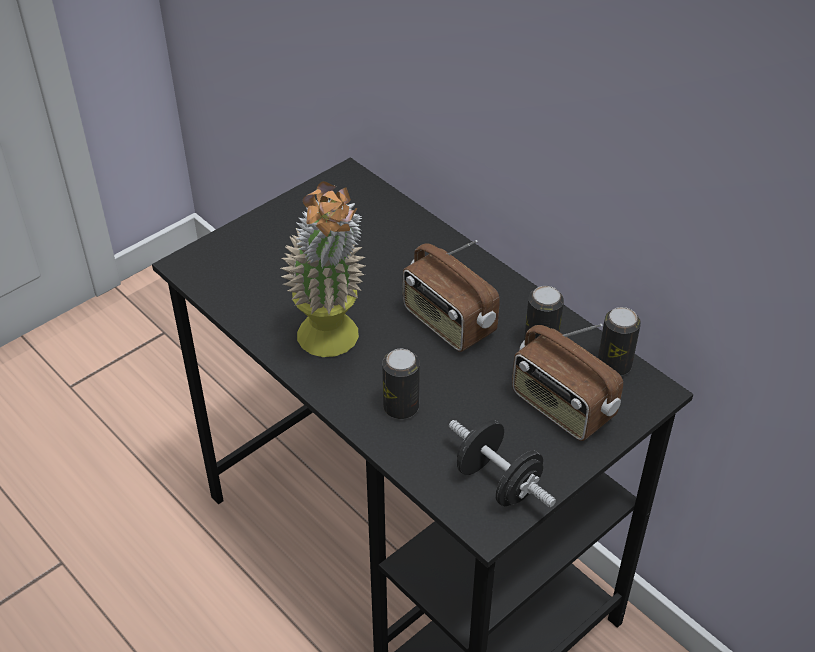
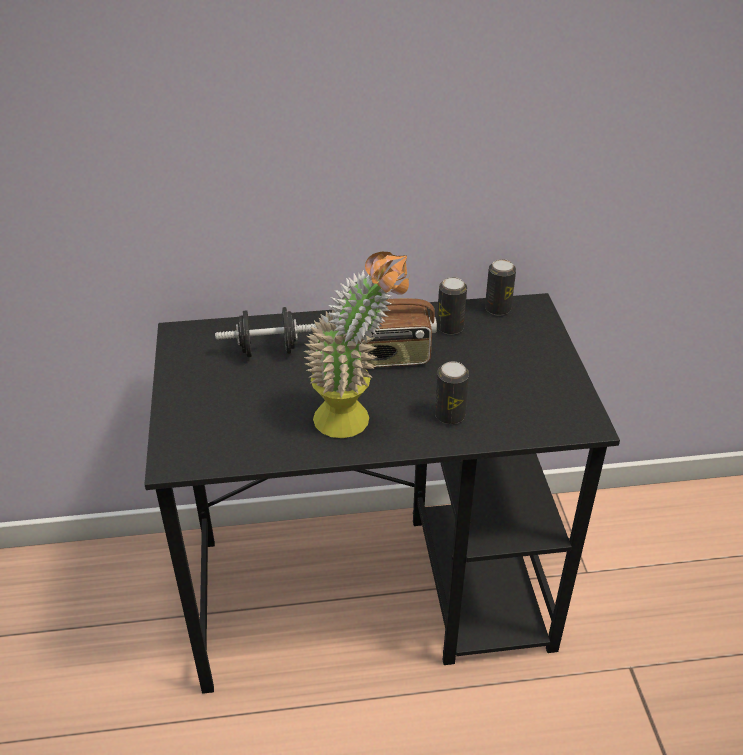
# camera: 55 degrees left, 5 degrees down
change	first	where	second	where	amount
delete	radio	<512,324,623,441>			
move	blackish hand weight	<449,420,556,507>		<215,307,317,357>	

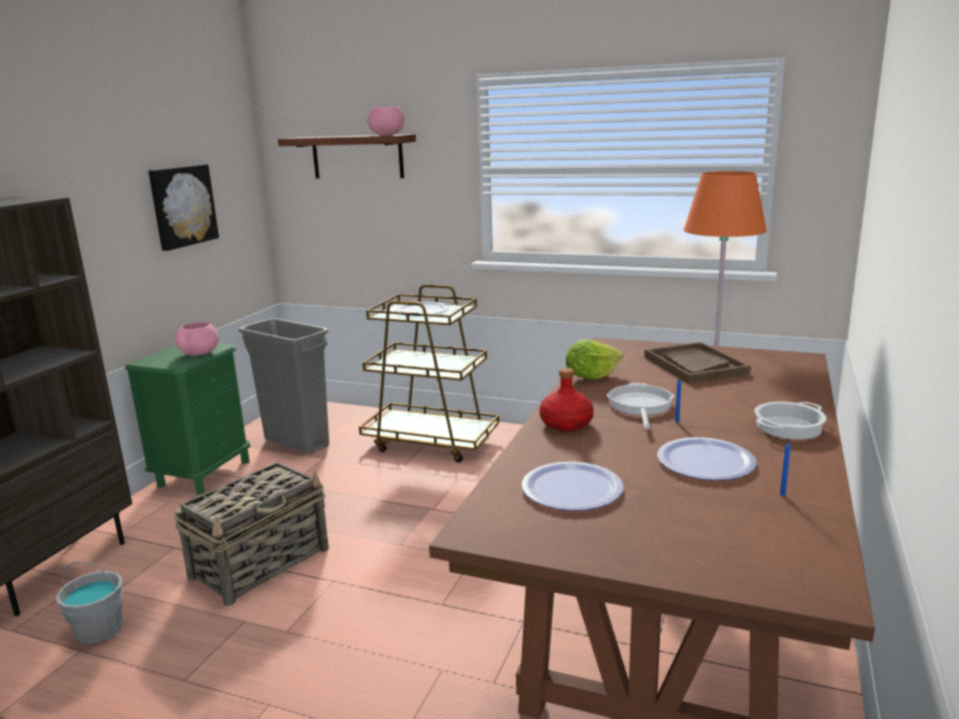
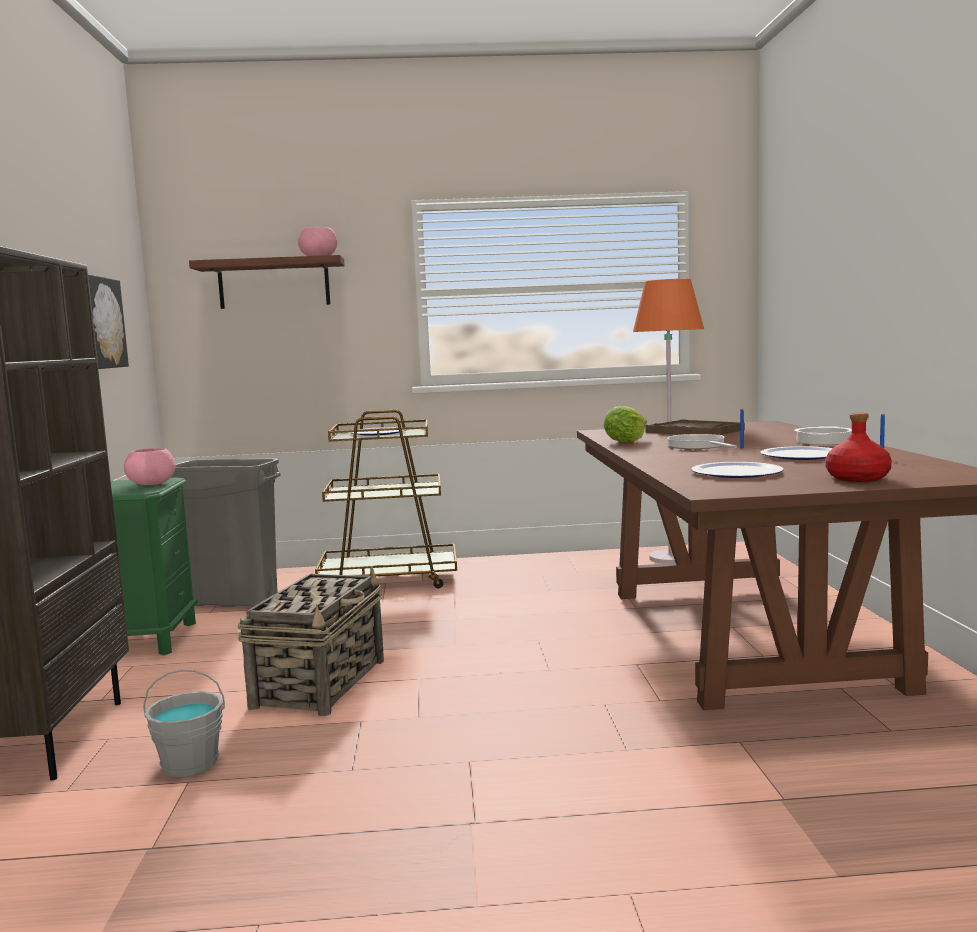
# camera: 25 degrees left, 10 degrees down
change	first	where	second	where	amount
move	red beverage bottle	<540,368,594,431>		<825,413,892,482>	

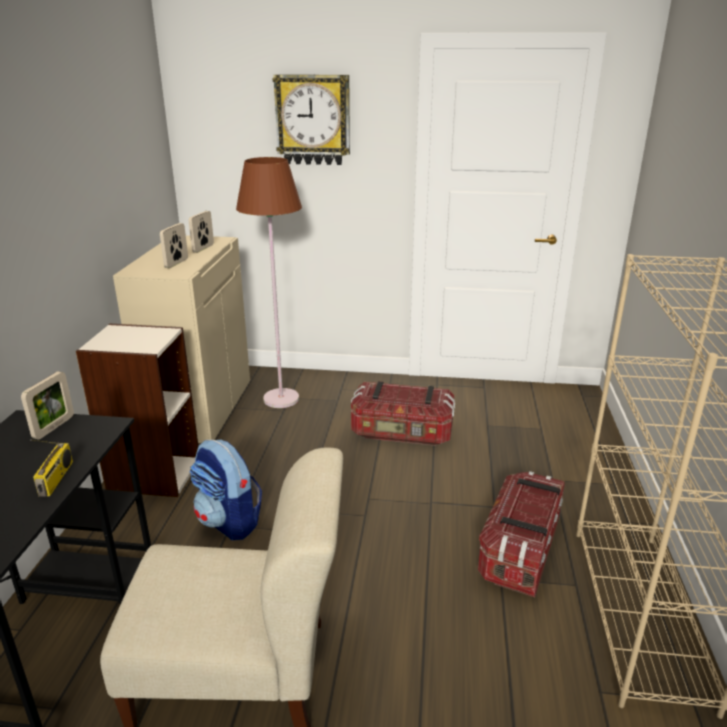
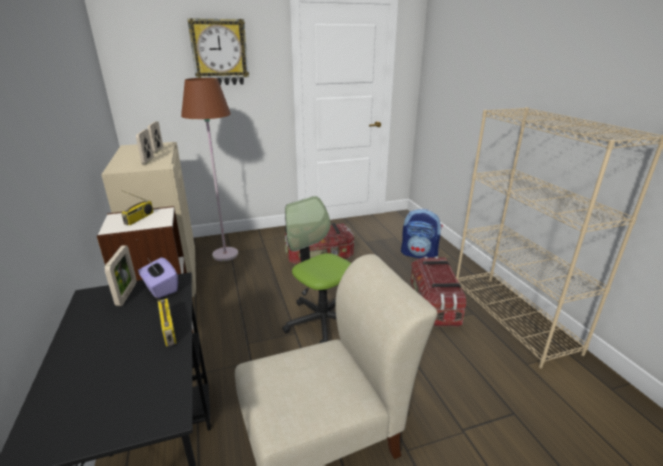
# camera: 25 degrees left, 0 degrees up
change	first	where	second	where	amount
insert			radio	<121,190,154,225>	
insert			purplish box of tissues	<138,257,178,299>	
insert			desk chair	<282,196,351,343>	
move	knapsack	<189,440,262,540>		<401,209,443,258>	

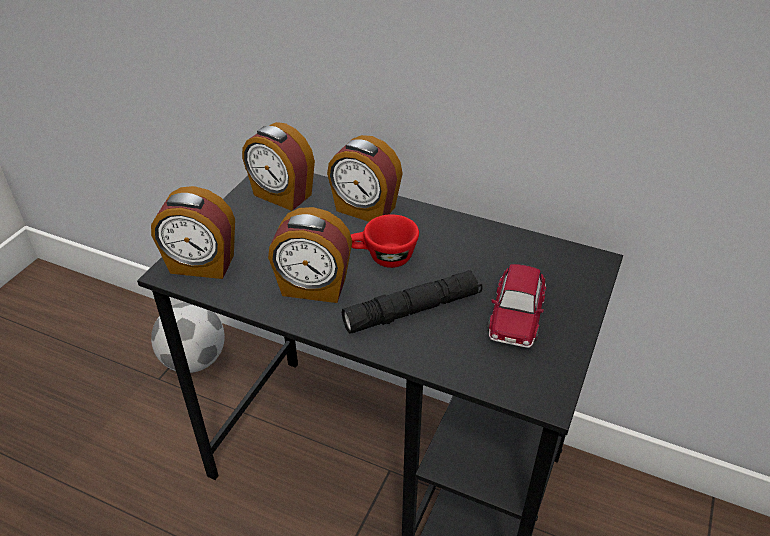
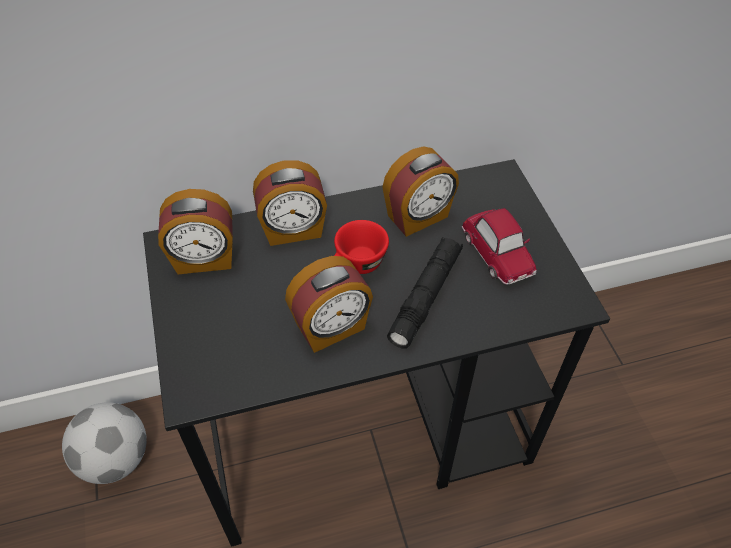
# camera: 40 degrees left, 10 degrees up
change	first	where	second	where	amount
move	table clock	<151,186,235,279>		<382,146,459,237>	

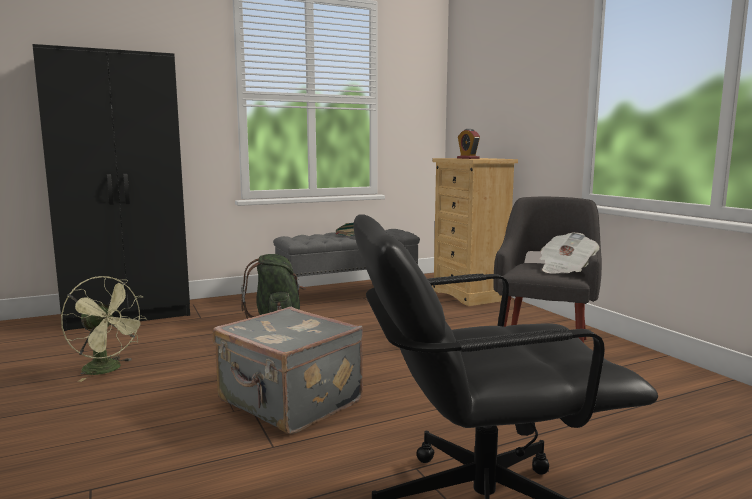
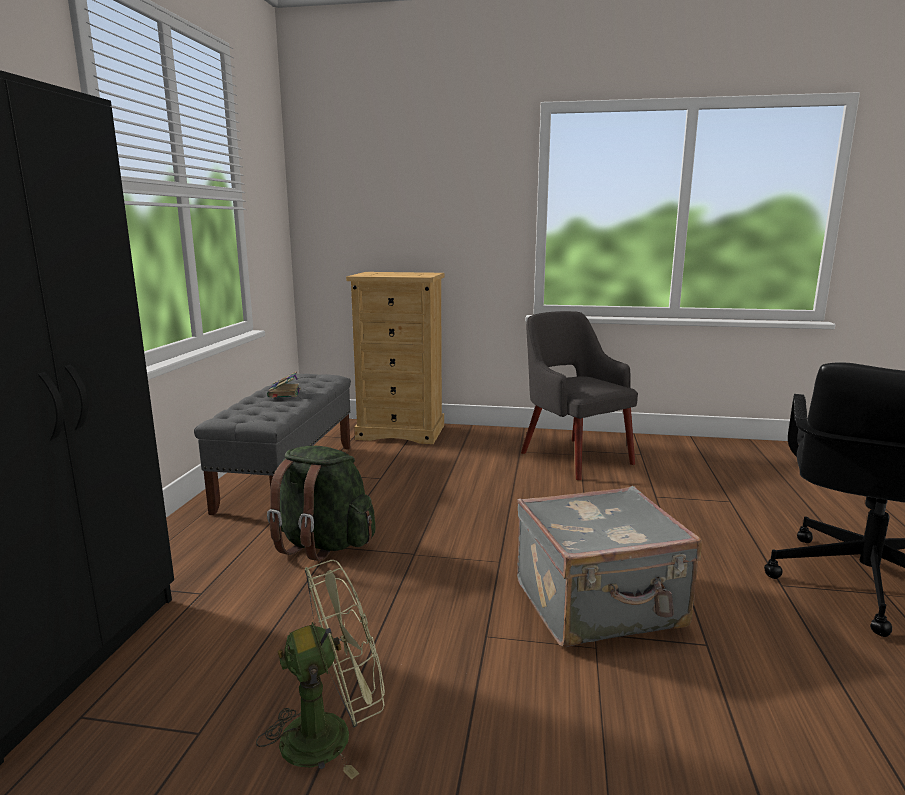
# camera: 55 degrees left, 5 degrees up
change	first	where	second	where	amount
delete	table clock	<457,129,480,159>			
delete	printed paper	<540,232,599,274>			

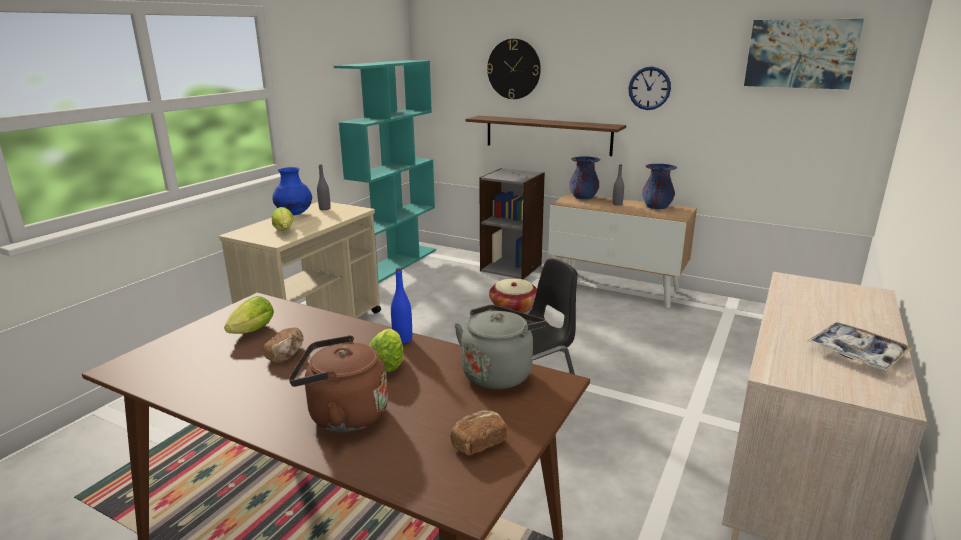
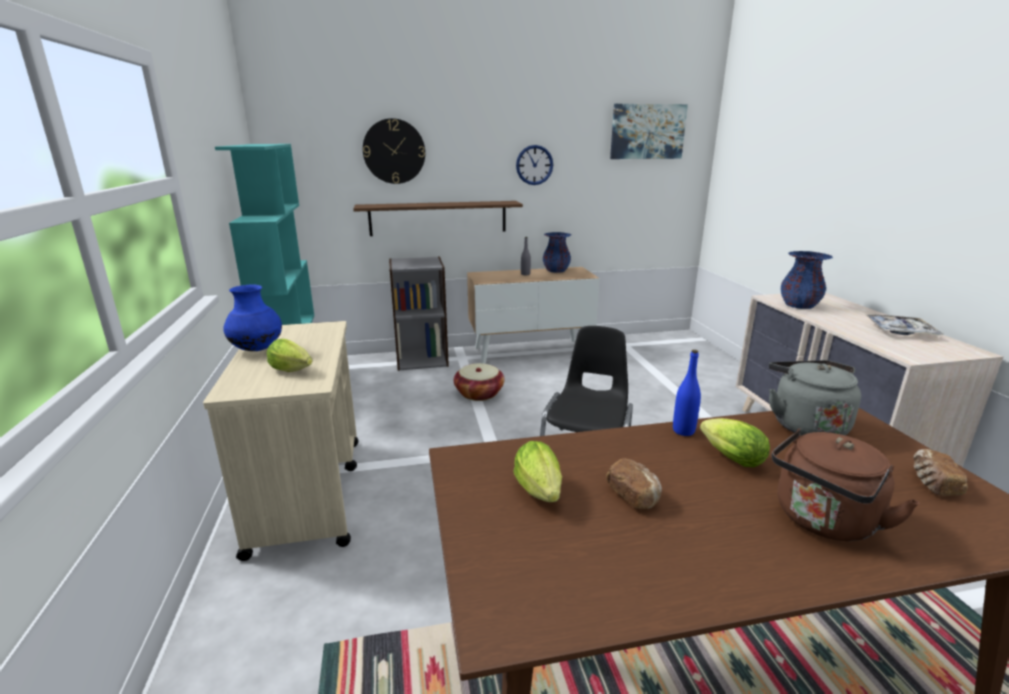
# camera: 40 degrees left, 0 degrees up
change	first	where	second	where	amount
delete	gray beverage bottle	<317,164,331,210>			
move	bluish decorative vase	<569,157,600,199>		<780,251,833,309>	

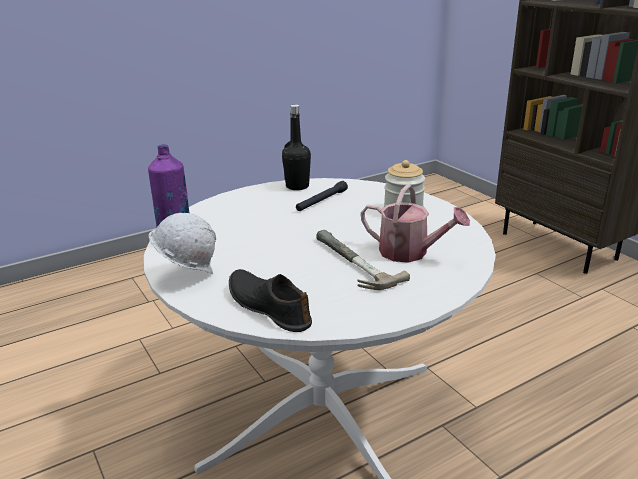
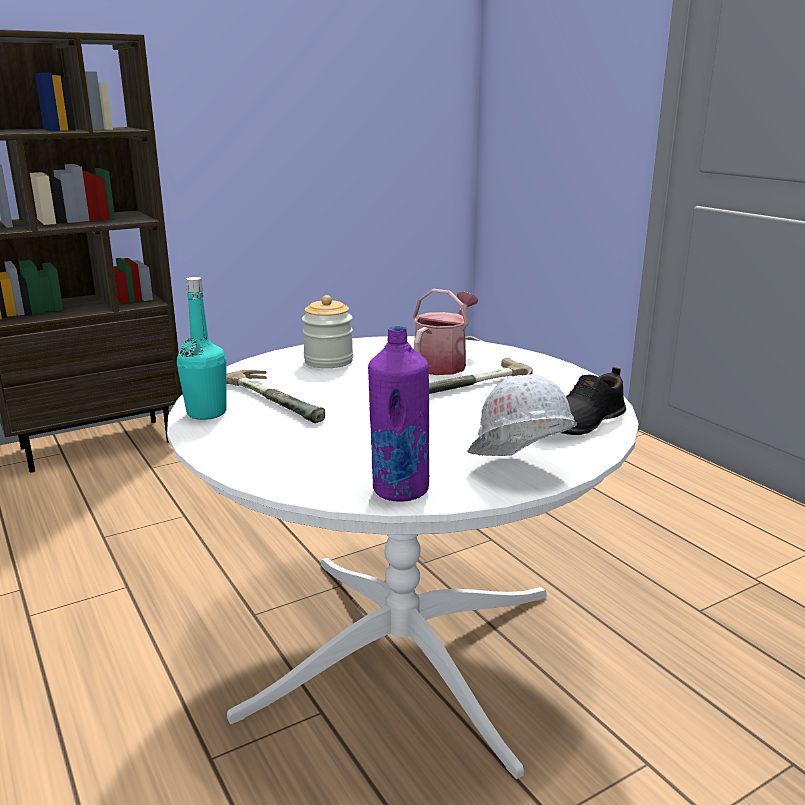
# camera: 90 degrees left, 5 degrees down
change	first	where	second	where	amount
replace	blackish hand torch	<296,181,348,211>	tool hammer	<226,370,325,423>	
recolor	blackish beverage bottle	<282,105,311,190>	blue-green beverage bottle	<177,277,226,420>	

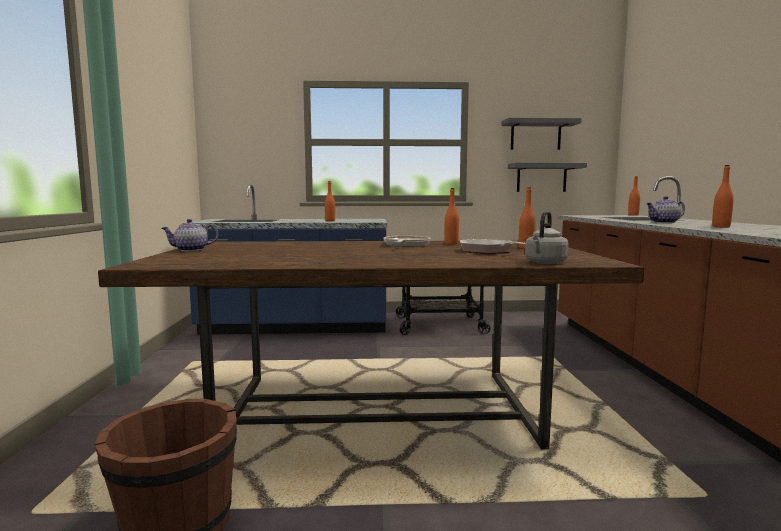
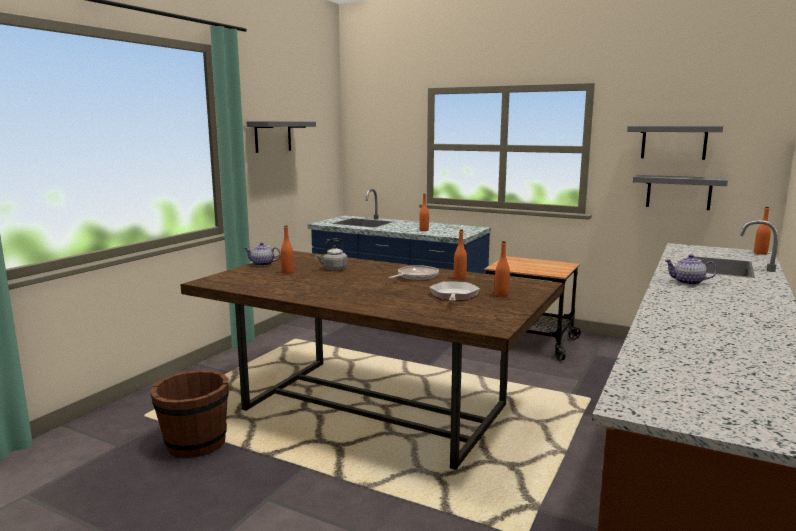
# camera: 30 degrees right, 5 degrees up
change	first	where	second	where	amount
insert			gray bracket shelf	<246,121,316,153>	
move	gray tea kettle	<525,211,569,264>		<315,238,348,270>	
move	orange-coloured beverage bottle	<712,165,734,228>		<281,225,294,274>	

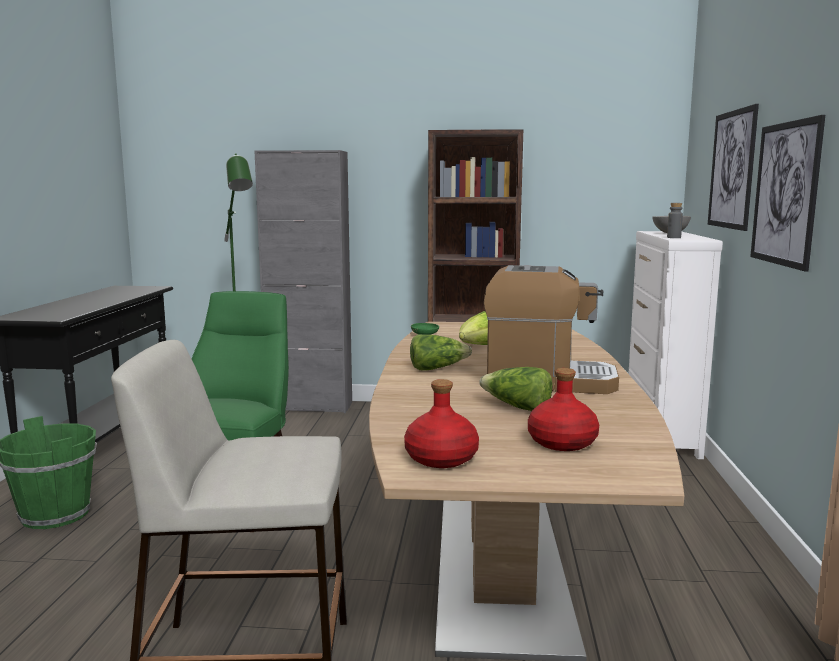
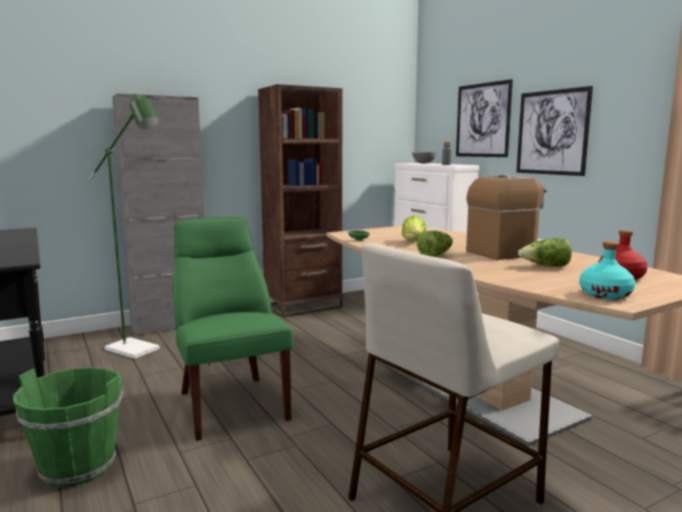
# camera: 35 degrees left, 0 degrees up
change	first	where	second	where	amount
recolor	red beverage bottle	<404,379,479,468>	blue-green beverage bottle	<579,241,635,299>	

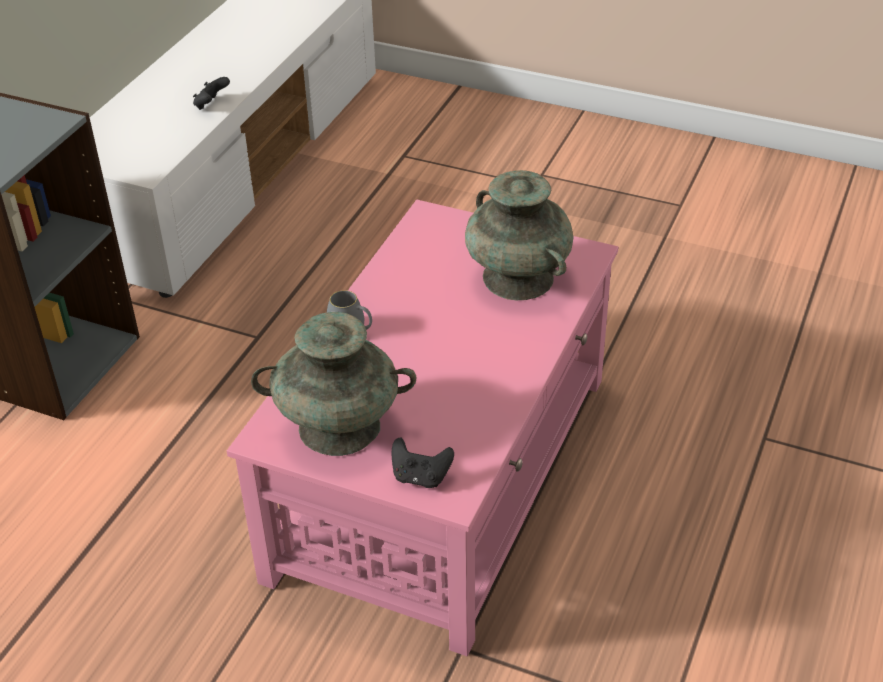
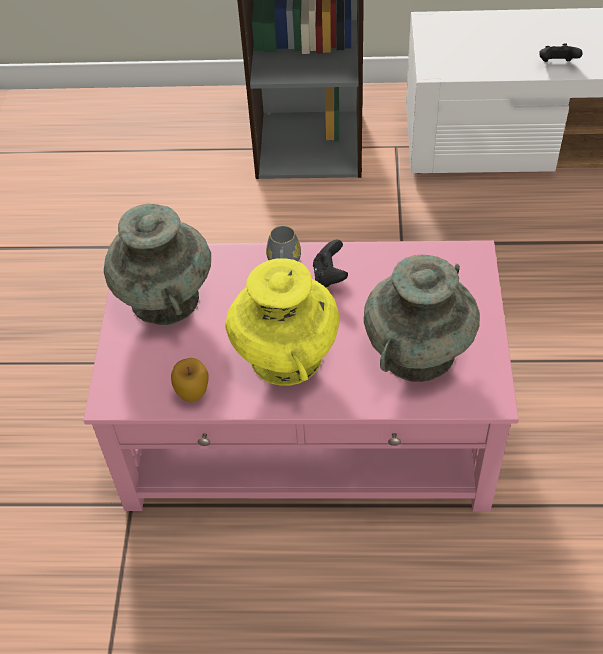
# camera: 70 degrees right, 10 degrees up
change	first	where	second	where	amount
insert			apple	<171,358,209,402>	
insert			yellow-coloured decorative vase	<225,258,339,386>	
move	blackish joypad	<392,437,454,488>		<313,240,348,287>	

